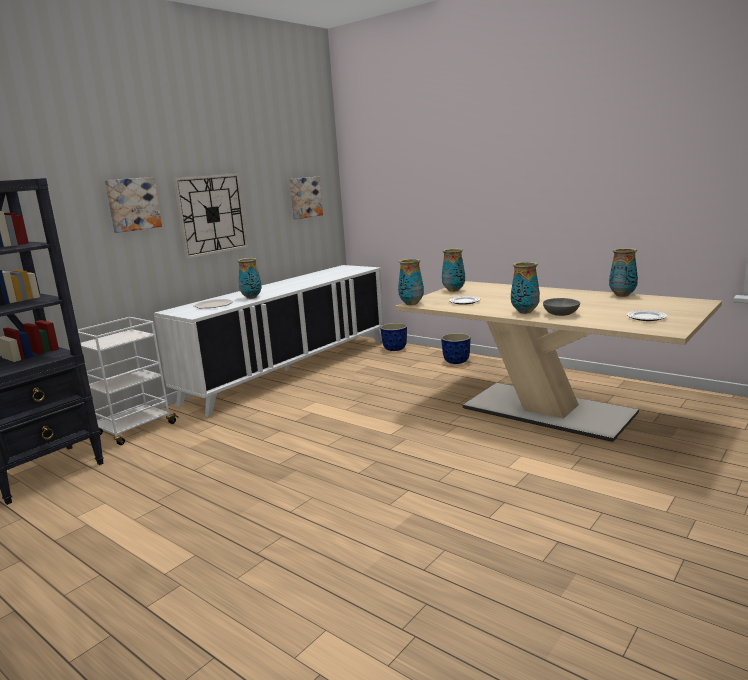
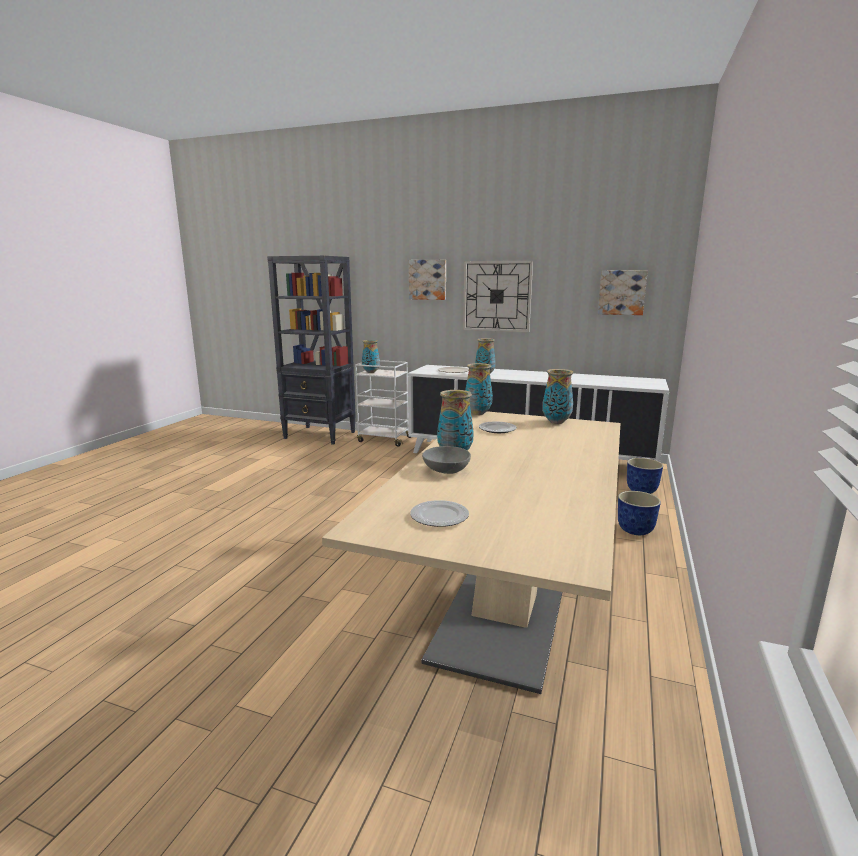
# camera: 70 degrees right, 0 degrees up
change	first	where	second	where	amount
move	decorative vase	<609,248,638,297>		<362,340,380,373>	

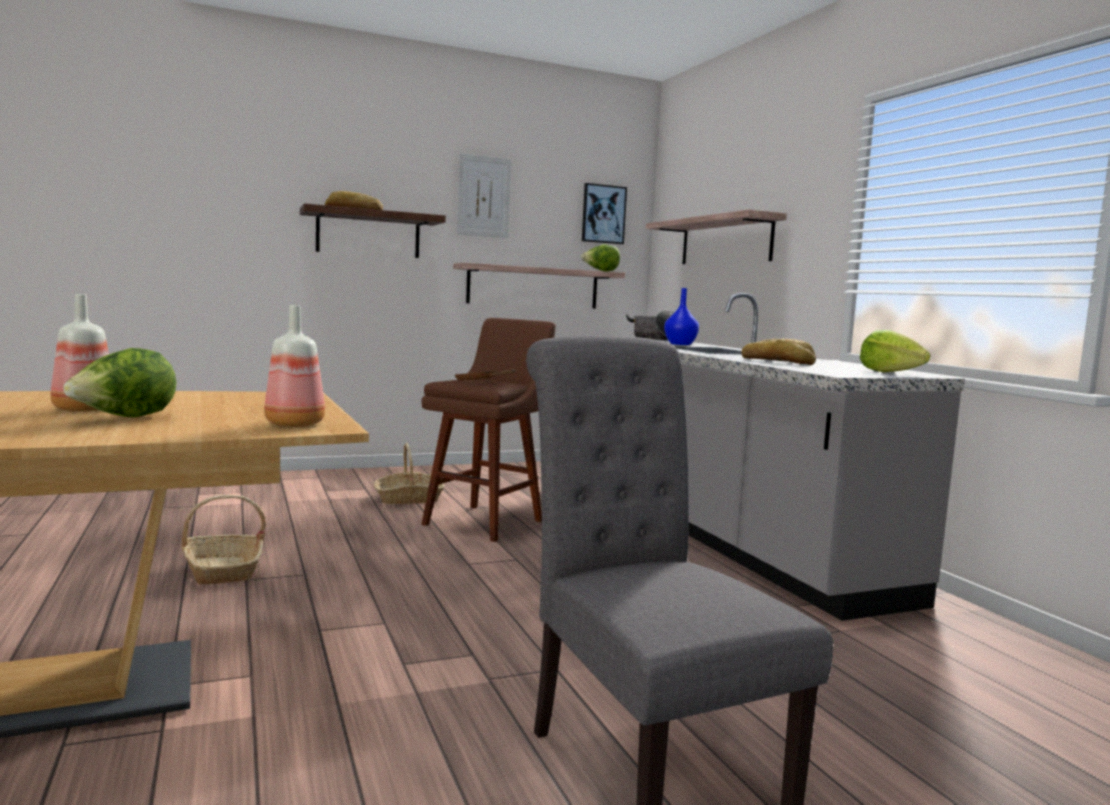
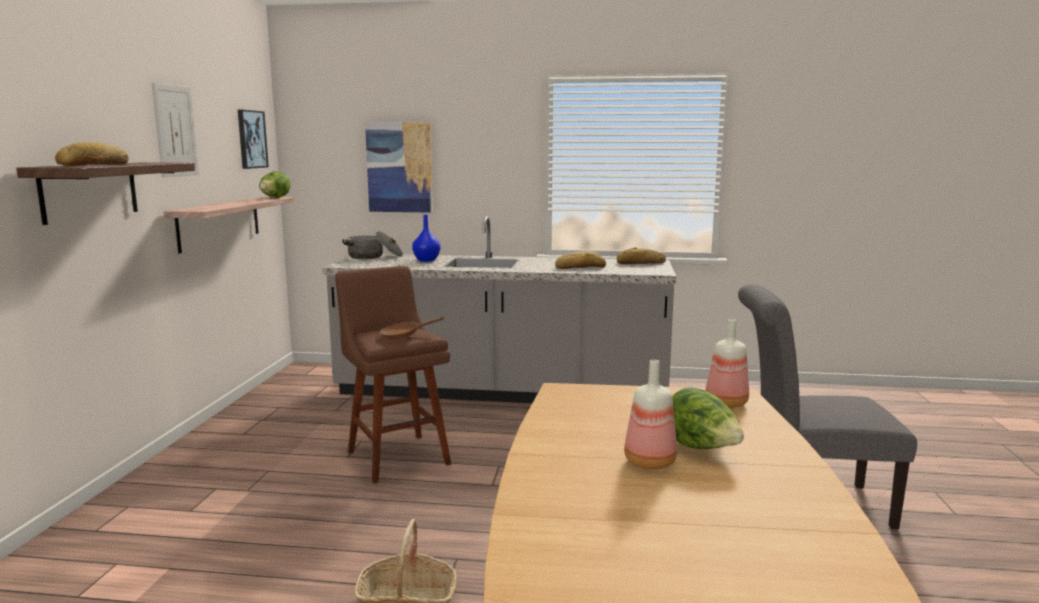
# camera: 60 degrees left, 5 degrees up
change	first	where	second	where	amount
delete	storage basket	<374,443,445,504>			
replace	bracket shelf	<646,209,787,264>	wall picture	<365,122,433,213>	
replace	lettuce	<860,330,930,372>	bread	<617,248,666,264>	

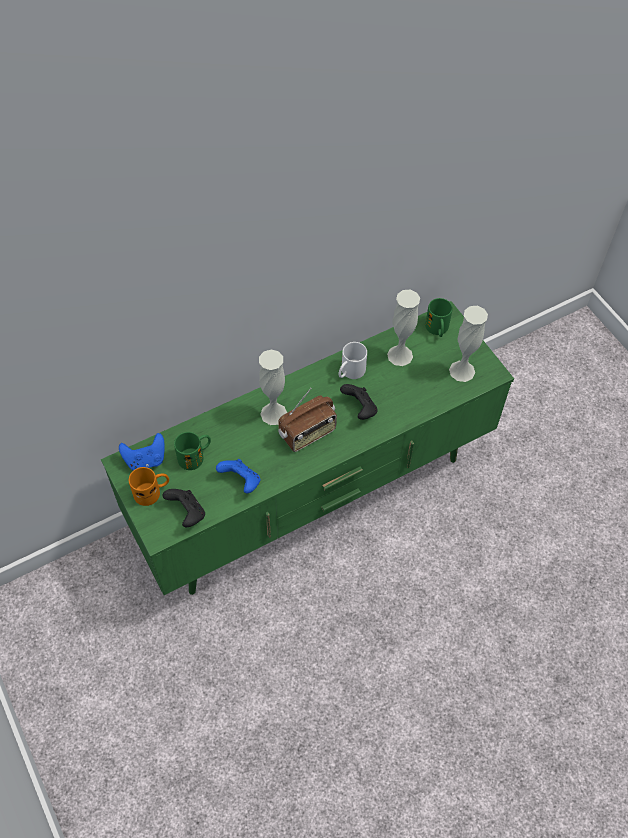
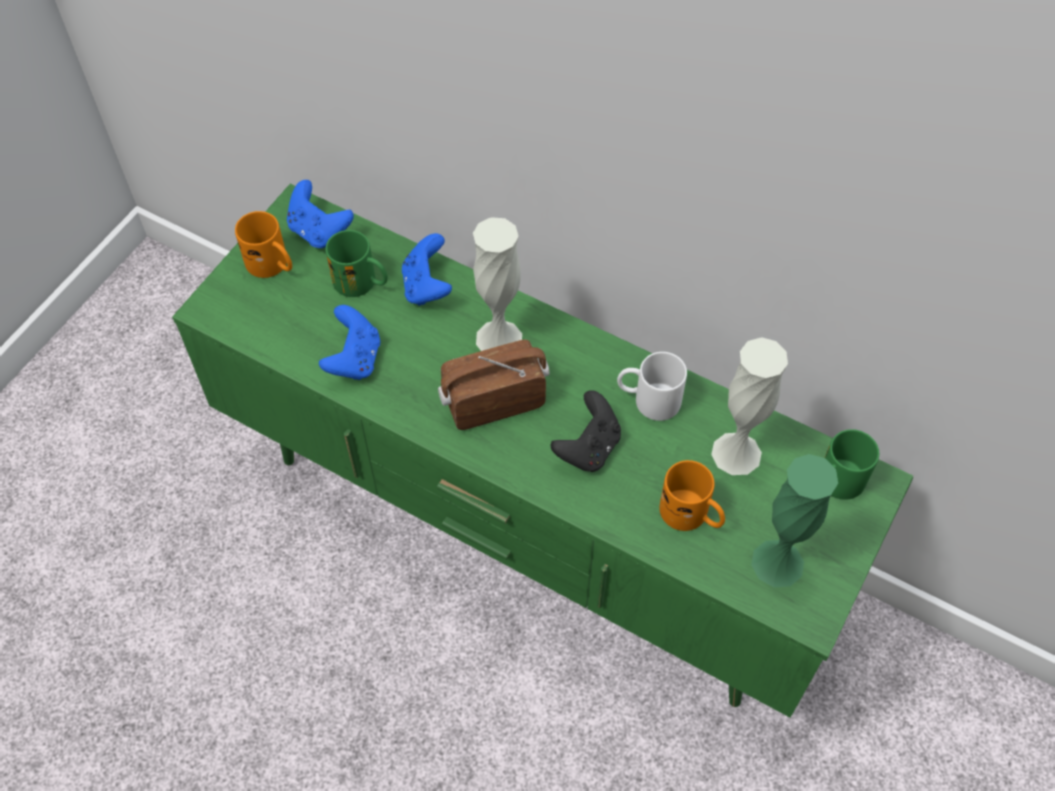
# camera: 60 degrees right, 0 degrees up
change	first	where	second	where	amount
delete	blackish joypad	<163,489,205,527>			
insert			bluish joypad	<402,233,452,306>	
insert			orange-coloured tea mug	<659,460,725,531>	
recolor	white decorative vase	<449,306,488,382>	green decorative vase	<751,454,838,587>	
rotate	radio	<278,388,337,452>		<438,340,550,430>	135 degrees clockwise

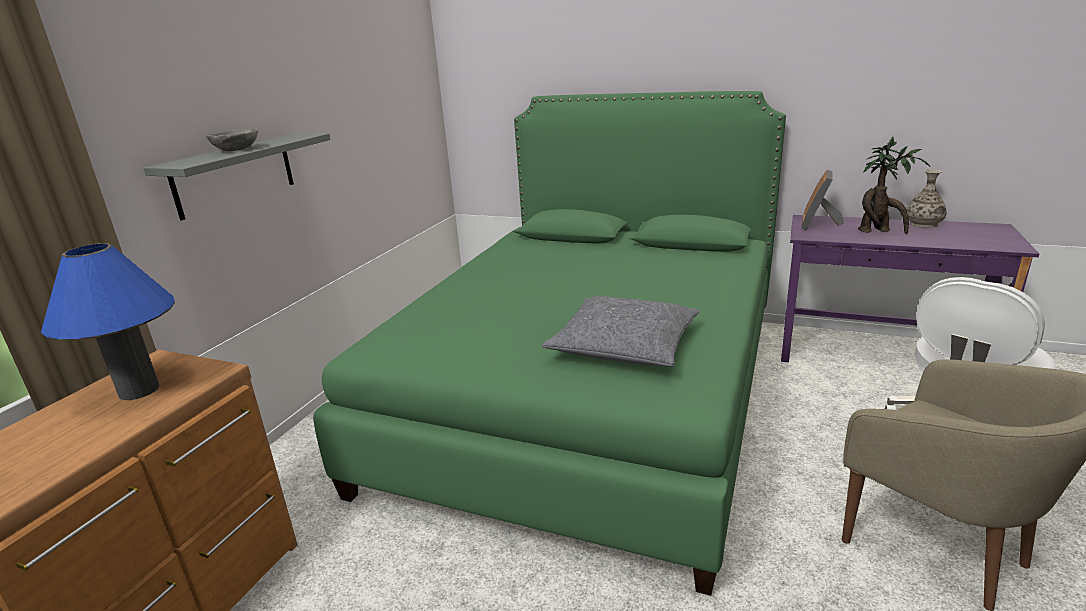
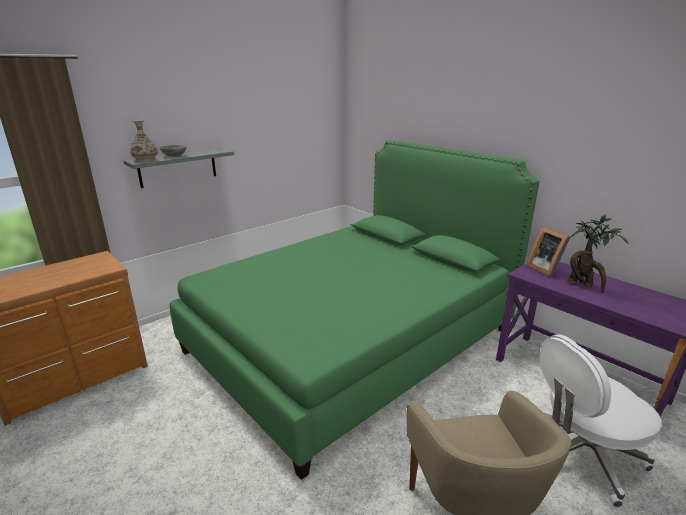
# camera: 25 degrees right, 0 degrees up
change	first	where	second	where	amount
delete	bluish lamp for a table	<41,243,175,400>			
delete	gray pillow	<542,296,700,367>			
move	decorative vase	<906,169,947,228>		<130,120,158,162>	
rotate	photo frame	<801,170,844,230>		<526,227,570,277>	75 degrees counterclockwise

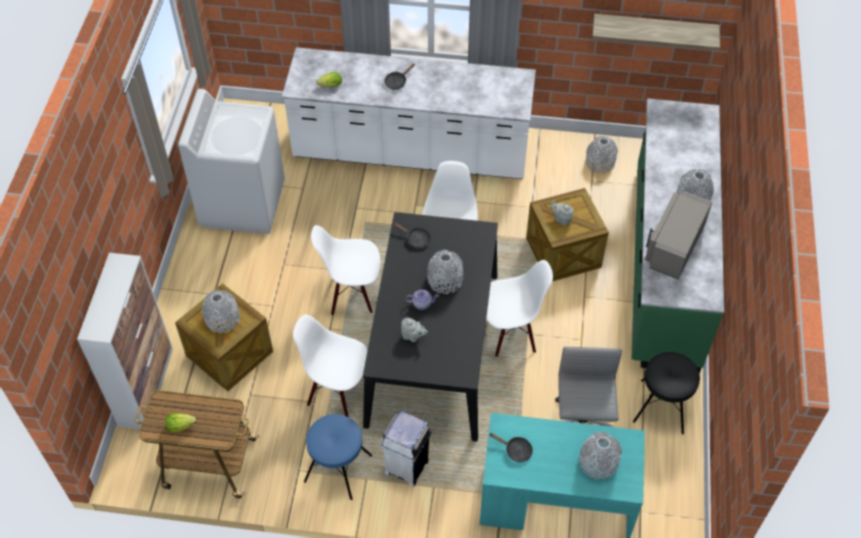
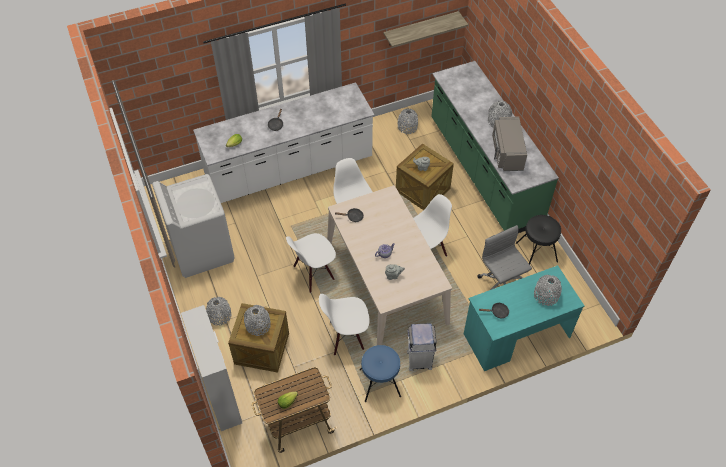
# camera: 30 degrees left, 0 degrees up
change	first	where	second	where	amount
move	gray decorative vase	<427,250,463,294>		<206,297,231,326>	
recolor	blackish dinner table	<363,212,498,442>	beige-coloured dinner table	<327,185,452,345>	

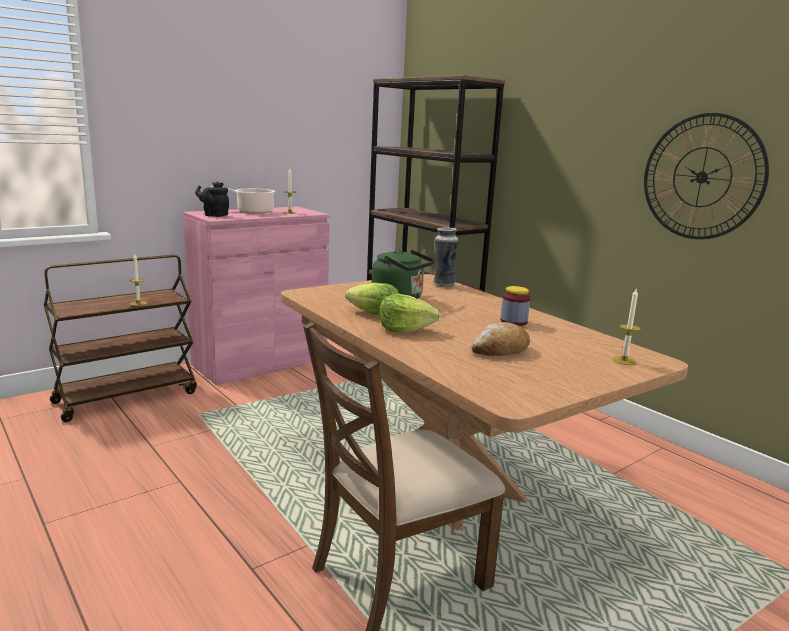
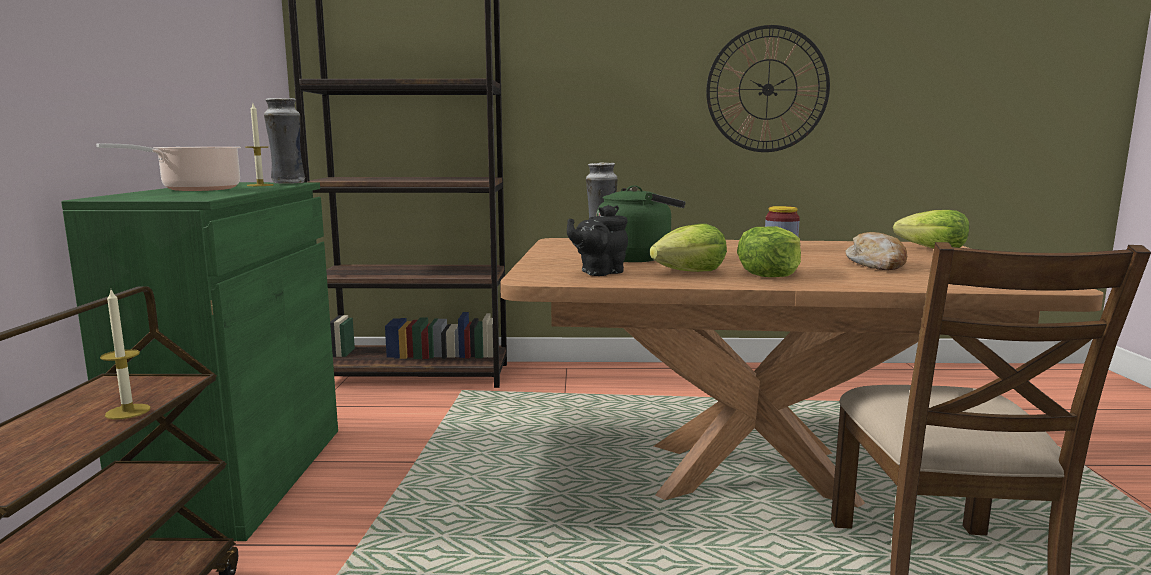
# camera: 50 degrees left, 5 degrees down
change	first	where	second	where	amount
insert			decorative vase	<264,98,305,184>	
move	blackish pot for tea	<195,182,229,217>		<567,205,628,276>	
replace	wax candle	<612,289,640,365>	lettuce	<893,210,969,248>	
recolor	pinkish storage cabinet	<183,207,330,385>	green storage cabinet	<61,182,338,541>	

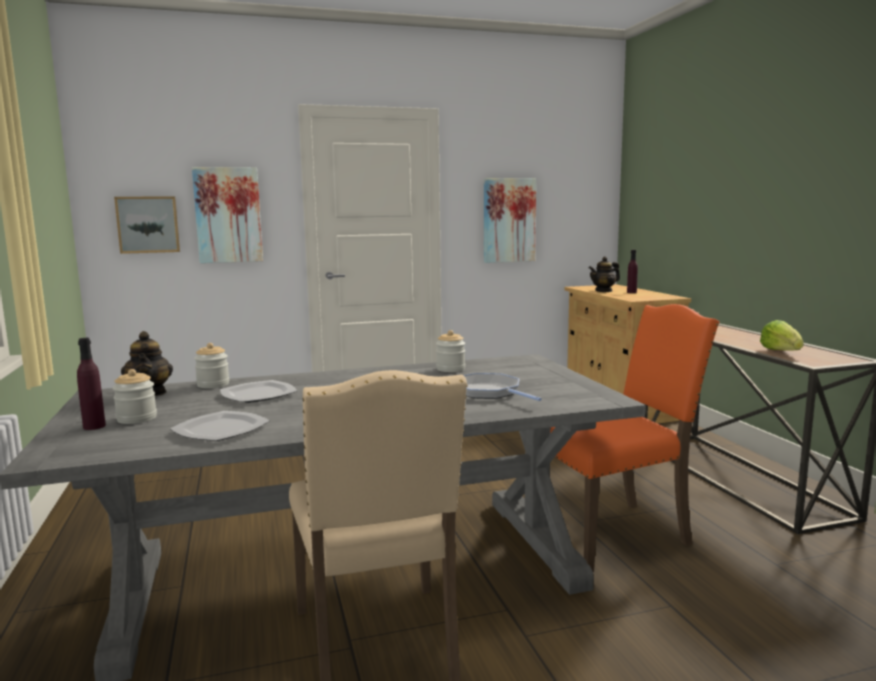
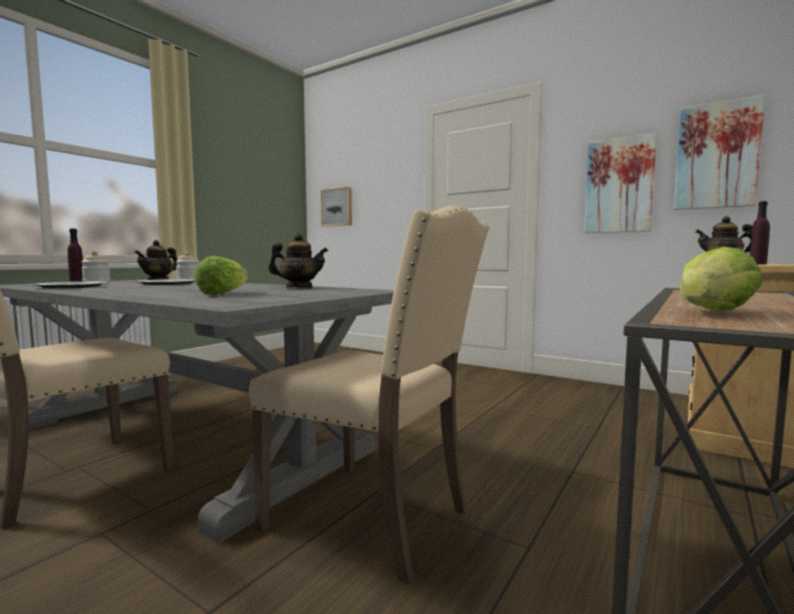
# camera: 50 degrees right, 5 degrees down
change	first	where	second	where	amount
move	wall picture	<192,167,263,263>		<674,94,765,210>	
replace	storage jar	<436,330,465,372>	pot for tea	<268,233,328,287>	
replace	pan	<463,373,542,401>	lettuce	<194,256,248,295>	
recolor	orange-coloured plain chair	<551,304,719,572>	beige-coloured plain chair	<249,206,490,585>	

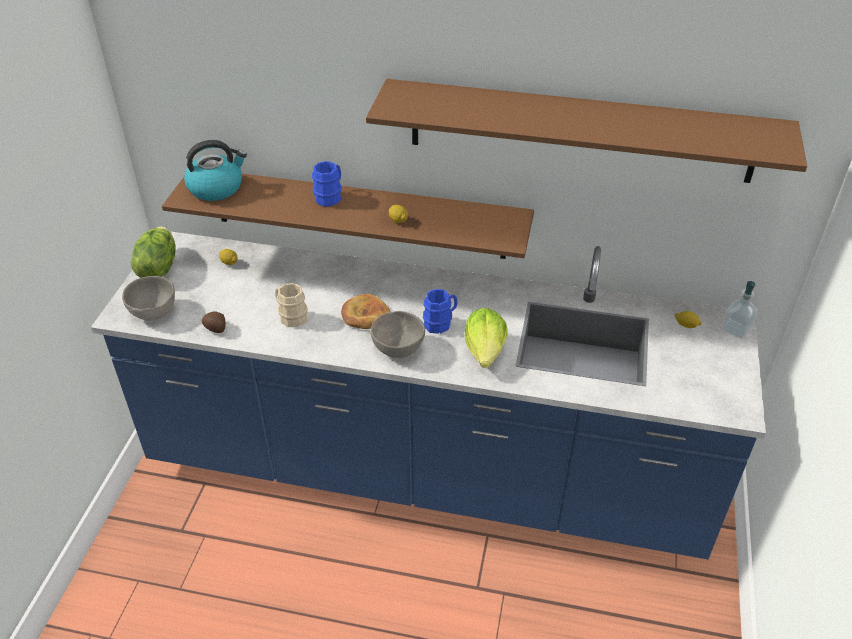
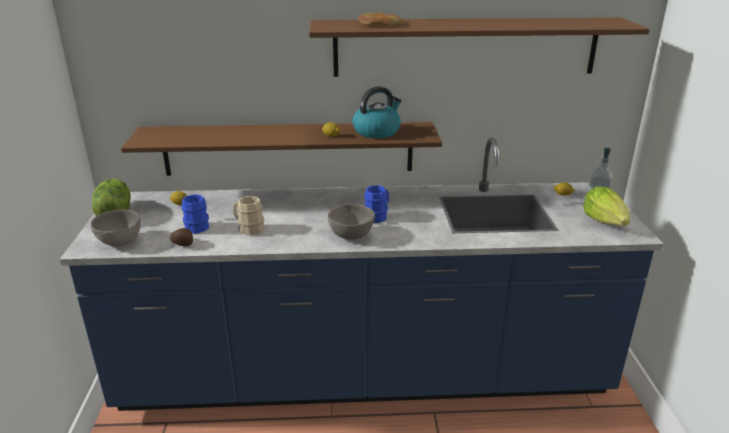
# camera: 15 degrees left, 15 degrees down
change	first	where	second	where	amount
move	tea kettle	<184,140,247,201>		<353,86,402,138>	
move	bluish tea mug	<312,161,342,207>		<181,194,209,234>	
move	bread	<341,294,390,329>		<358,13,402,27>	
move	lettuce	<465,308,508,368>		<583,186,630,226>	

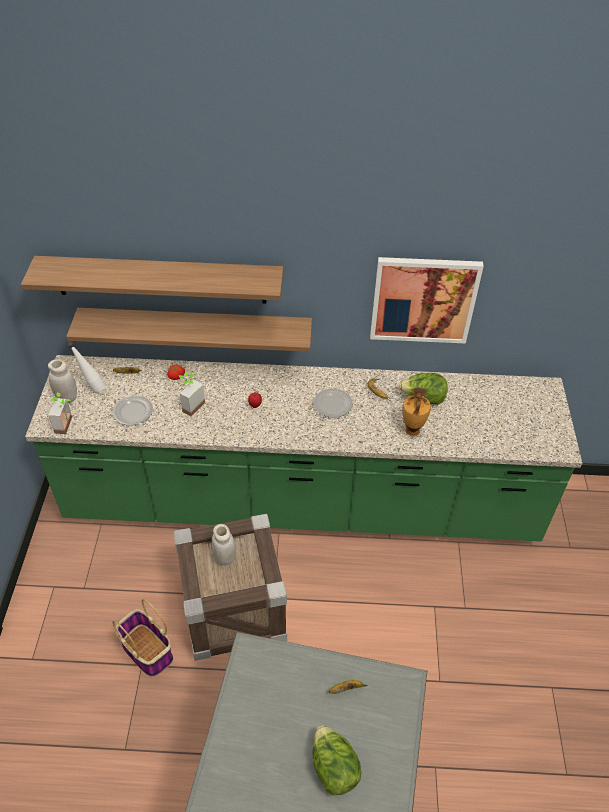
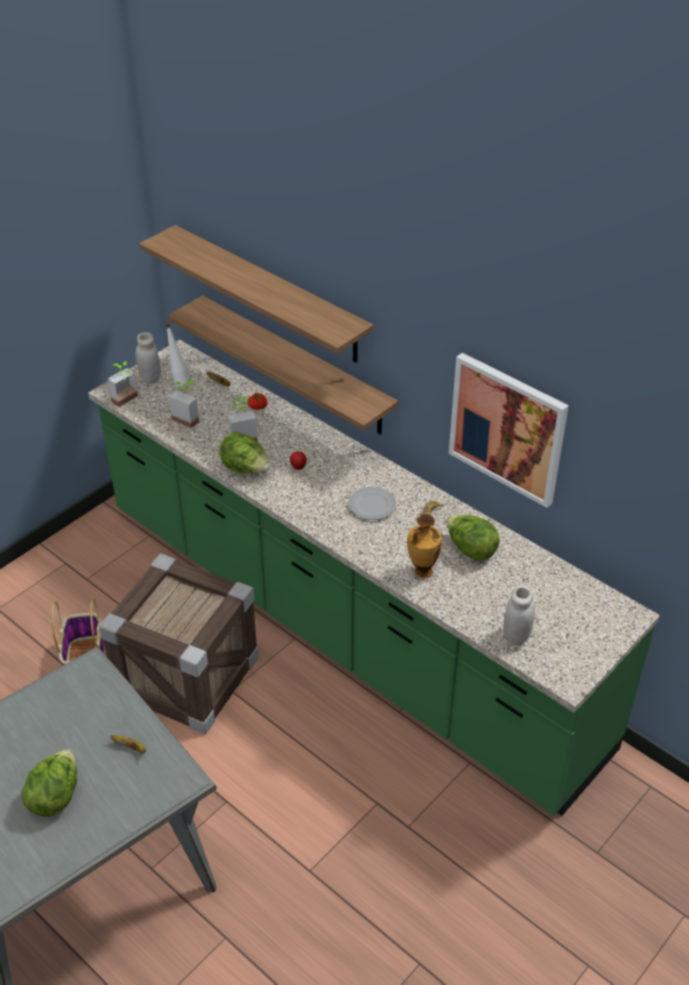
# camera: 40 degrees right, 5 degrees down
change	first	where	second	where	amount
insert			lettuce	<219,432,270,474>	
move	white storage jar	<212,524,236,566>		<503,585,535,645>	
replace	dinner plate	<113,396,153,425>	houseplant	<169,380,199,428>	

